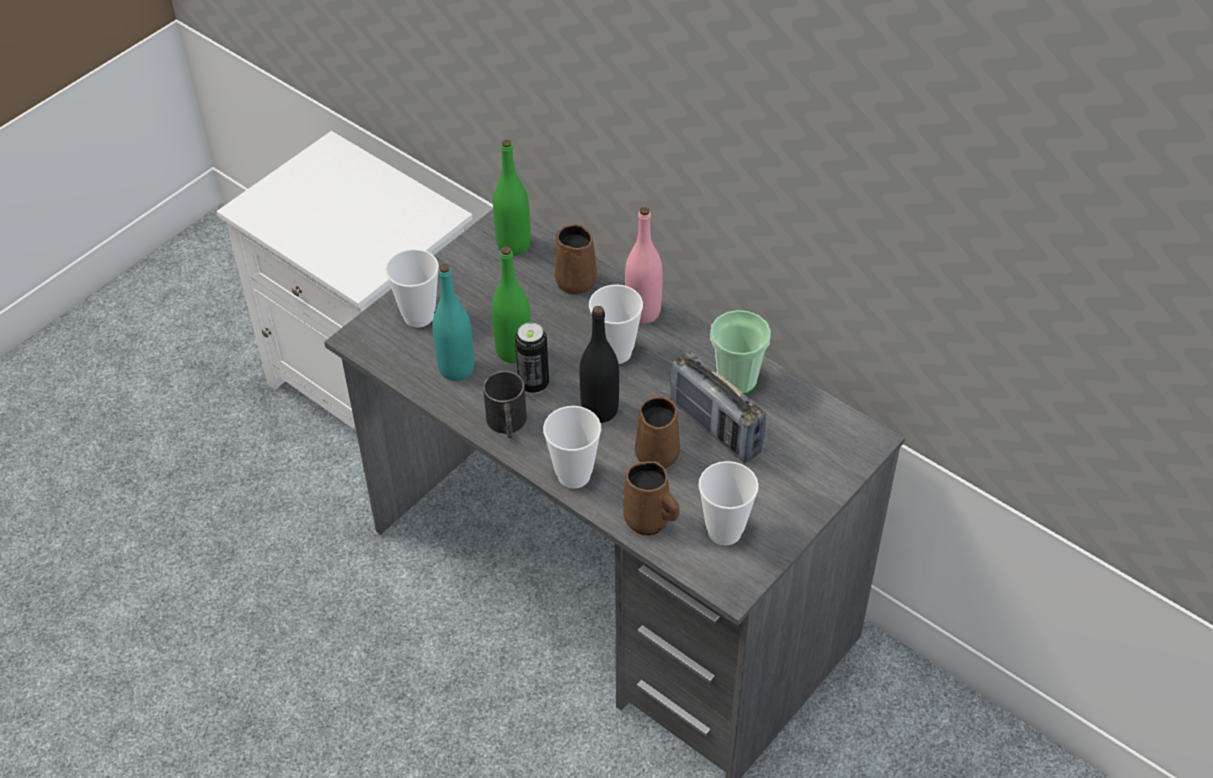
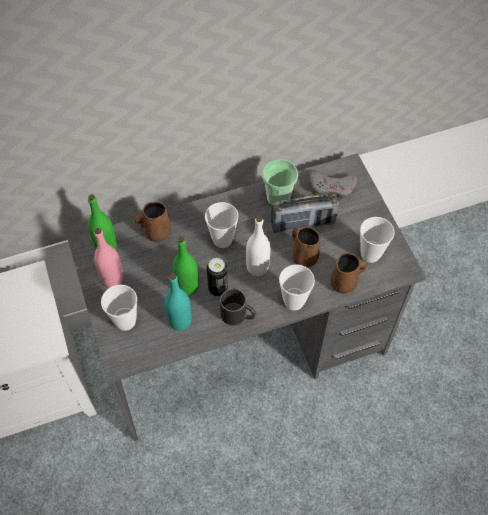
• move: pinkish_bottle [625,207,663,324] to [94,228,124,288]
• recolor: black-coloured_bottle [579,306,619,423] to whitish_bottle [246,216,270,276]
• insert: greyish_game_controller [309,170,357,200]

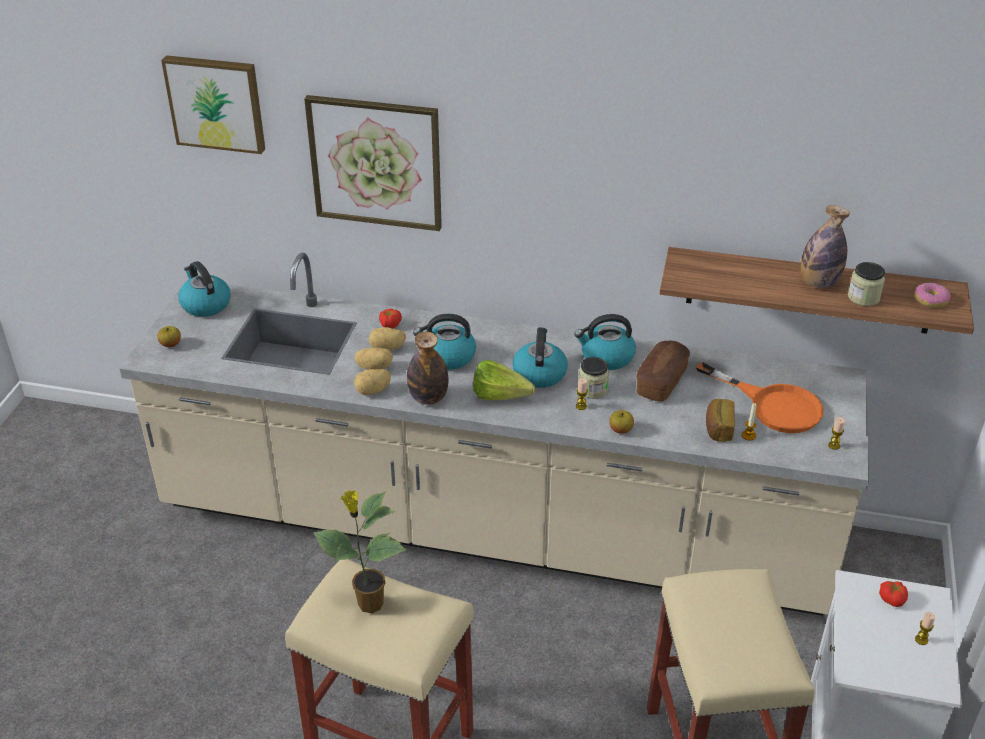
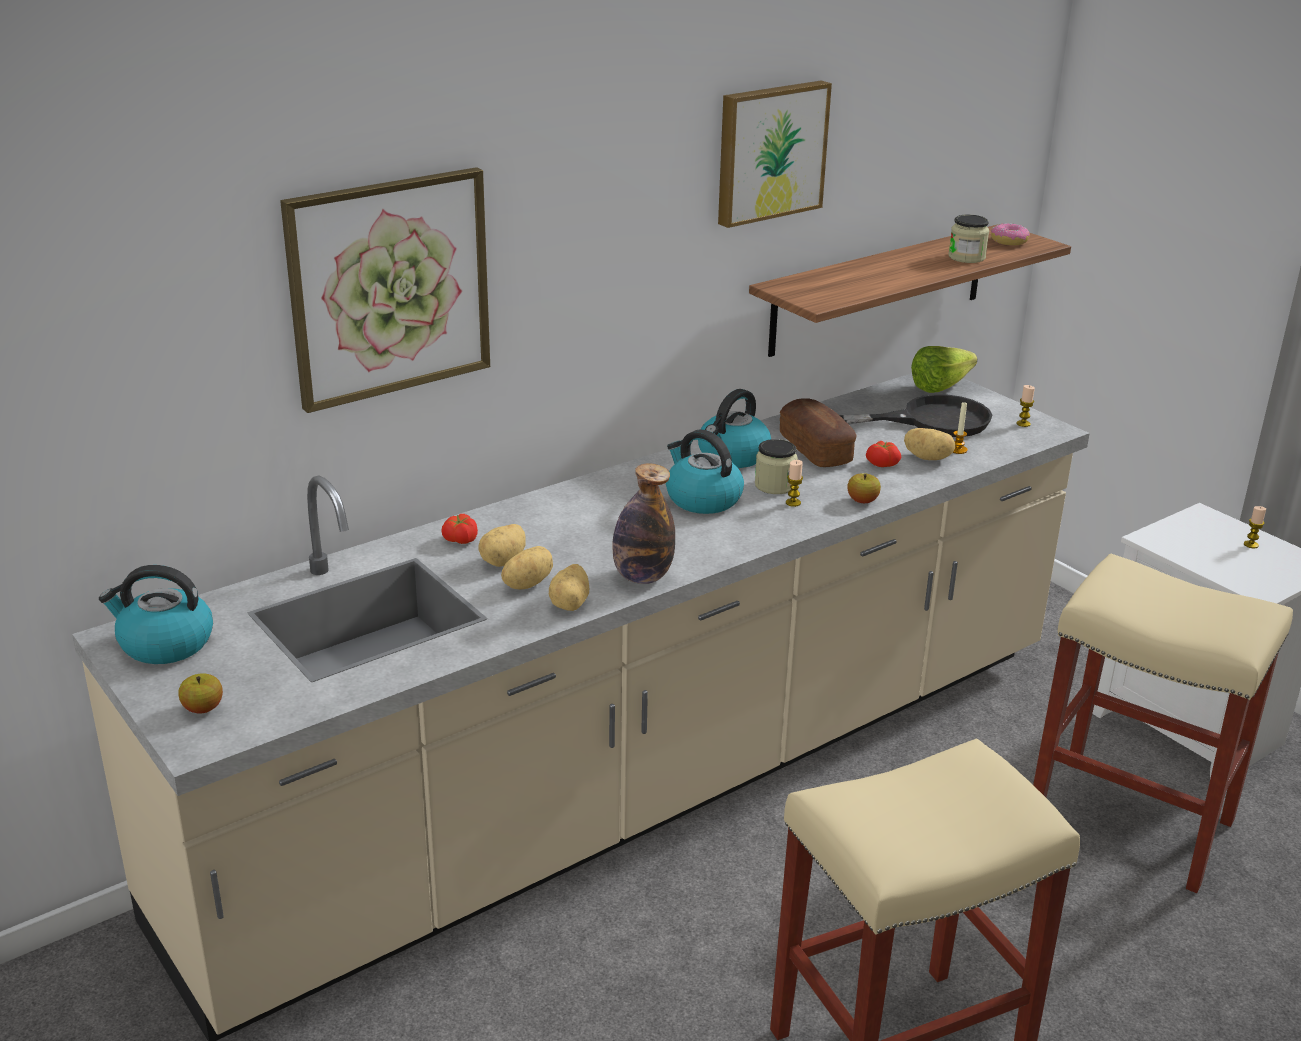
• move: wall_art [161,55,265,154] to [718,81,832,228]
• delete: bottle [800,205,850,288]
• delete: water_kettle [413,314,476,370]
• move: lettuce_head [473,360,535,400] to [911,346,977,393]
• recolor: orangey_pan [696,362,824,433] to black-coloured_pan [840,394,992,437]
• replace: bakery_bread [706,399,735,442] to whole_potato [904,428,955,460]
• delete: houseplant [313,491,407,613]
• move: tomato [879,581,908,607] to [866,441,901,467]

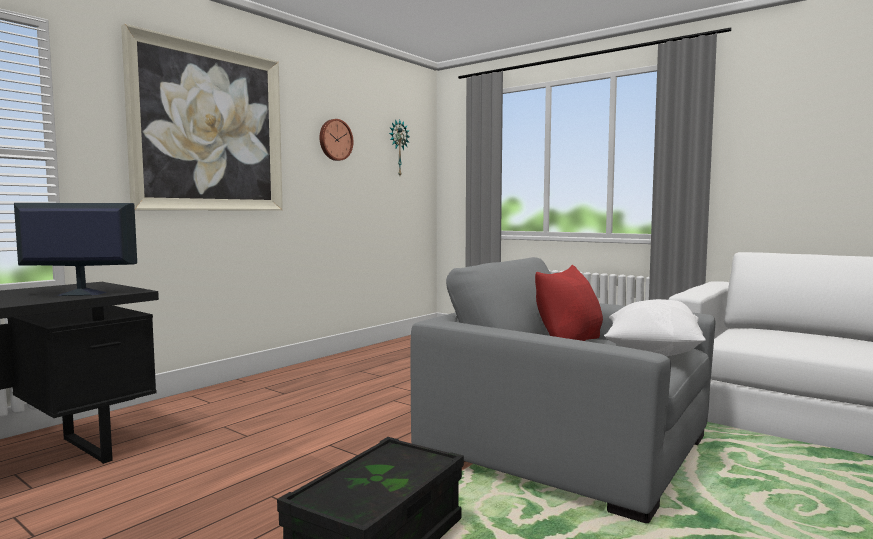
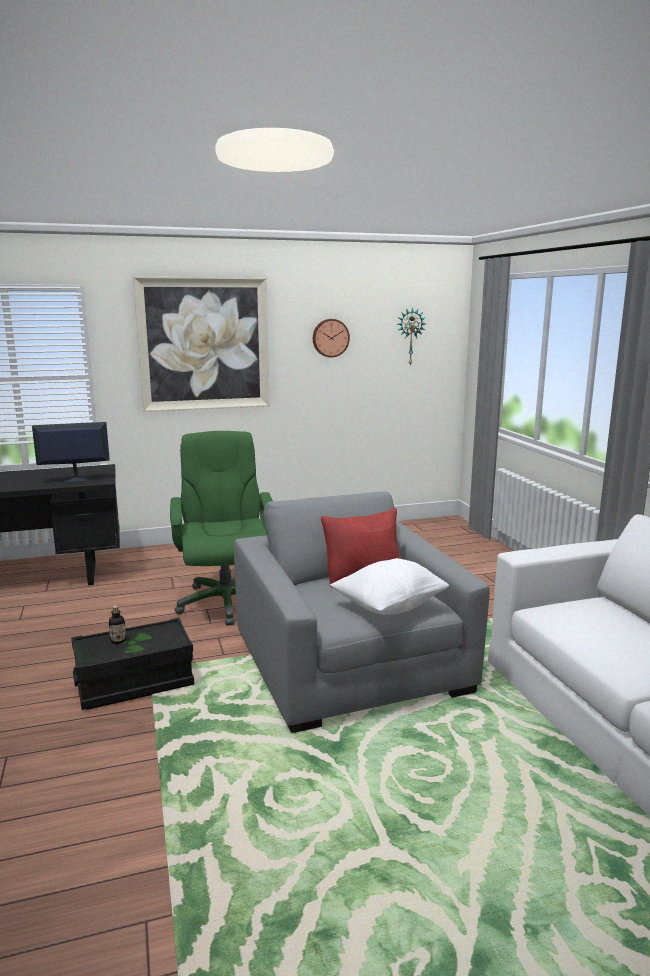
• rotate: computer_screen [14,203,137,296] = [32,422,110,483] 45 degrees counterclockwise
• insert: green-coloured_office_chair [170,431,273,626]
• insert: bottle [109,605,126,644]

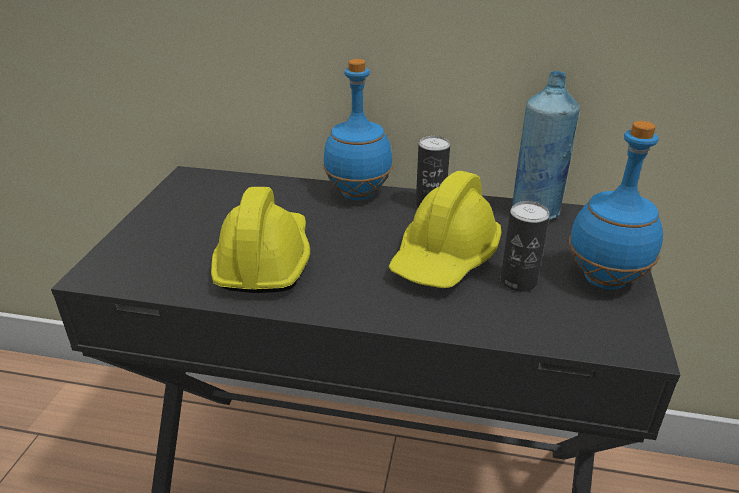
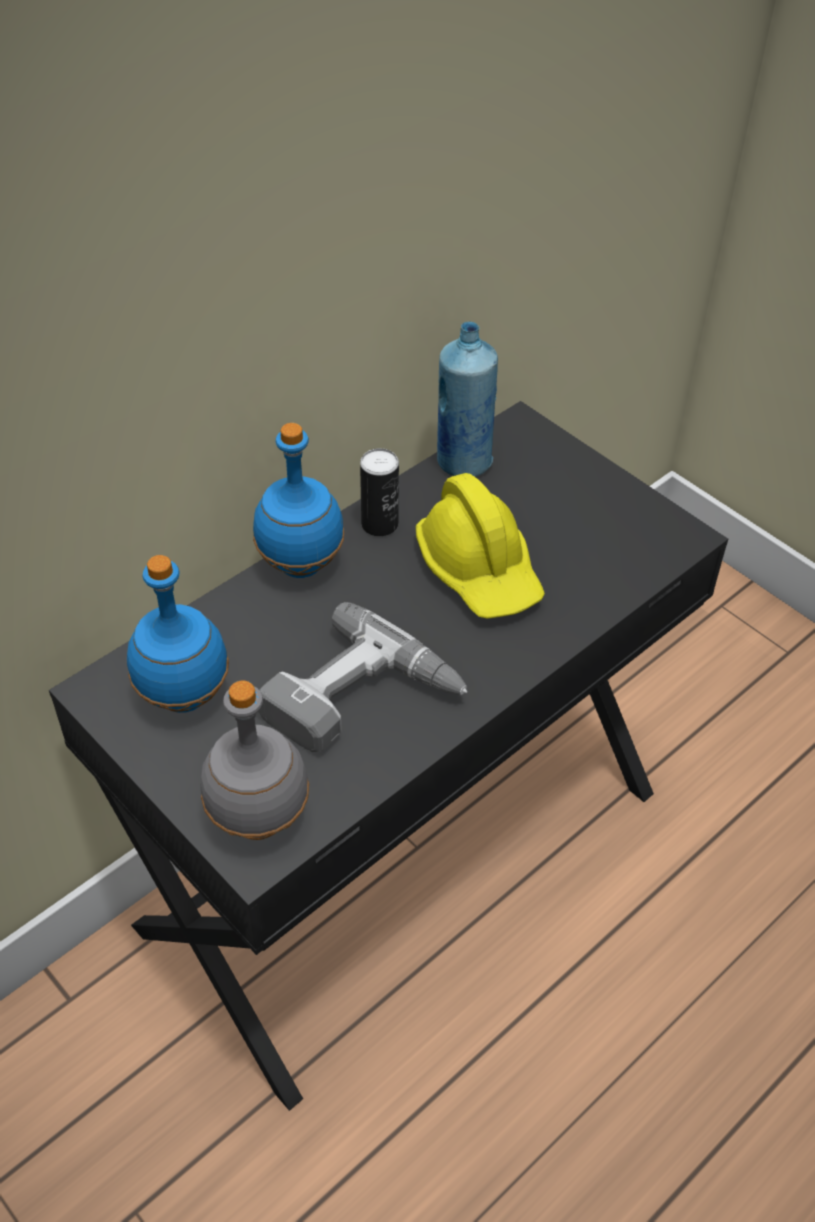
• move: blue_bottle [569,121,663,290] to [127,555,229,713]
• replace: yellowish_hard_hat [211,187,310,293] to power_drill [258,602,468,752]
• delete: can [501,201,550,292]
• insert: greyish_bottle [200,681,309,840]

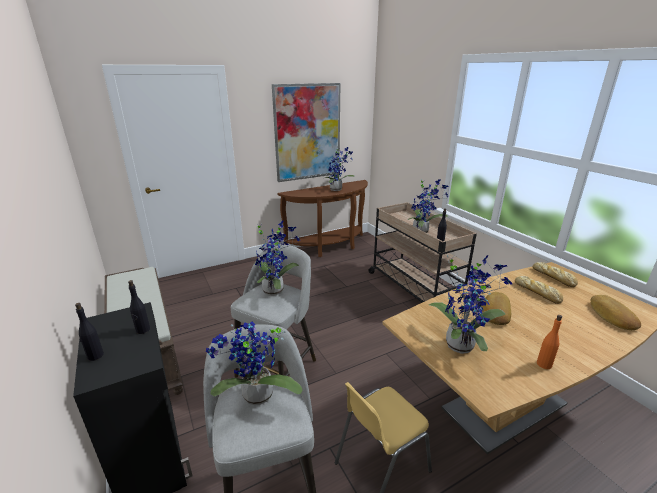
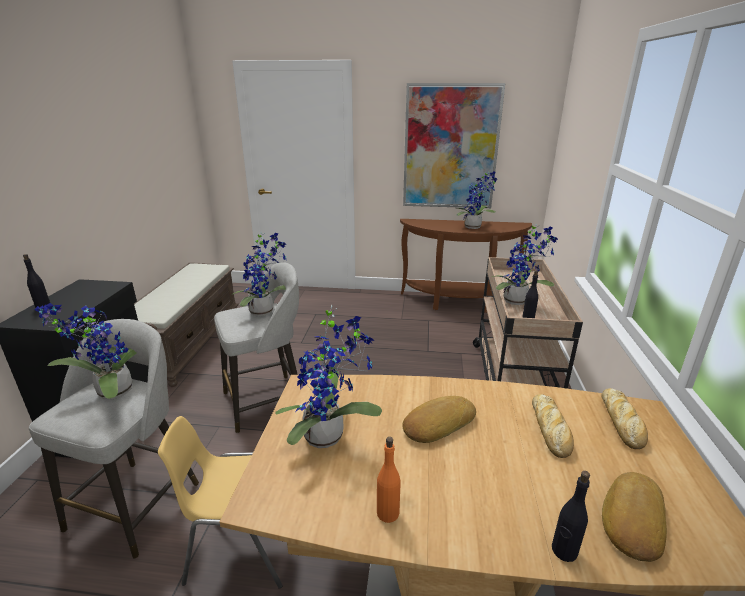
• move: black-coloured_bottle [128,280,150,334] to [552,471,590,562]

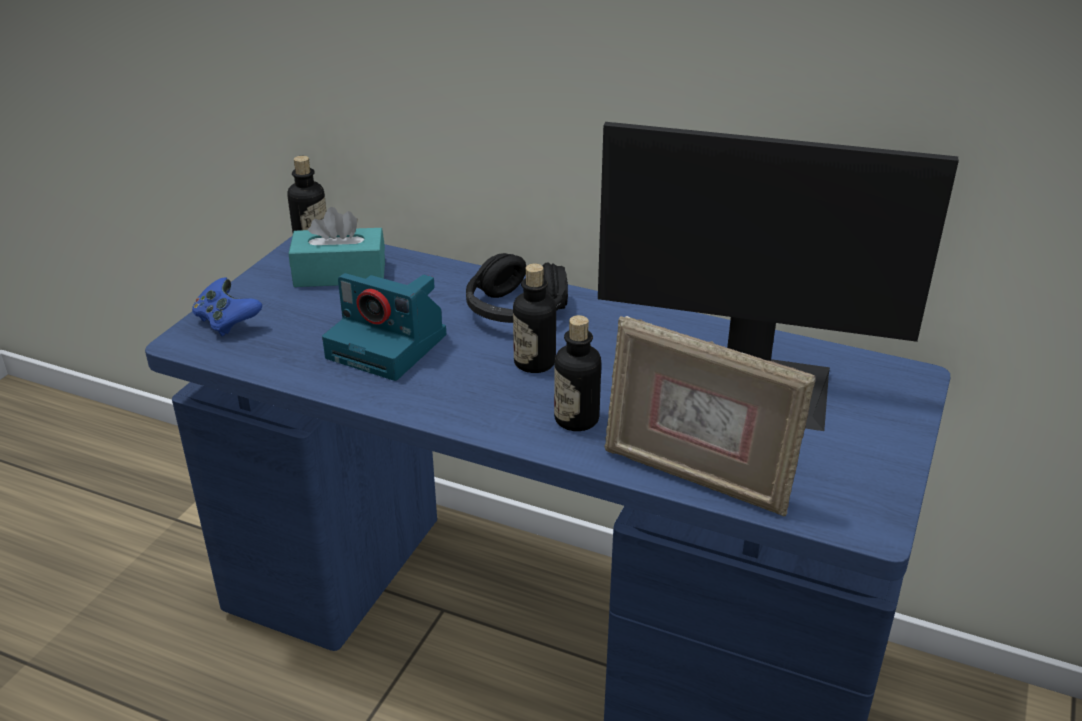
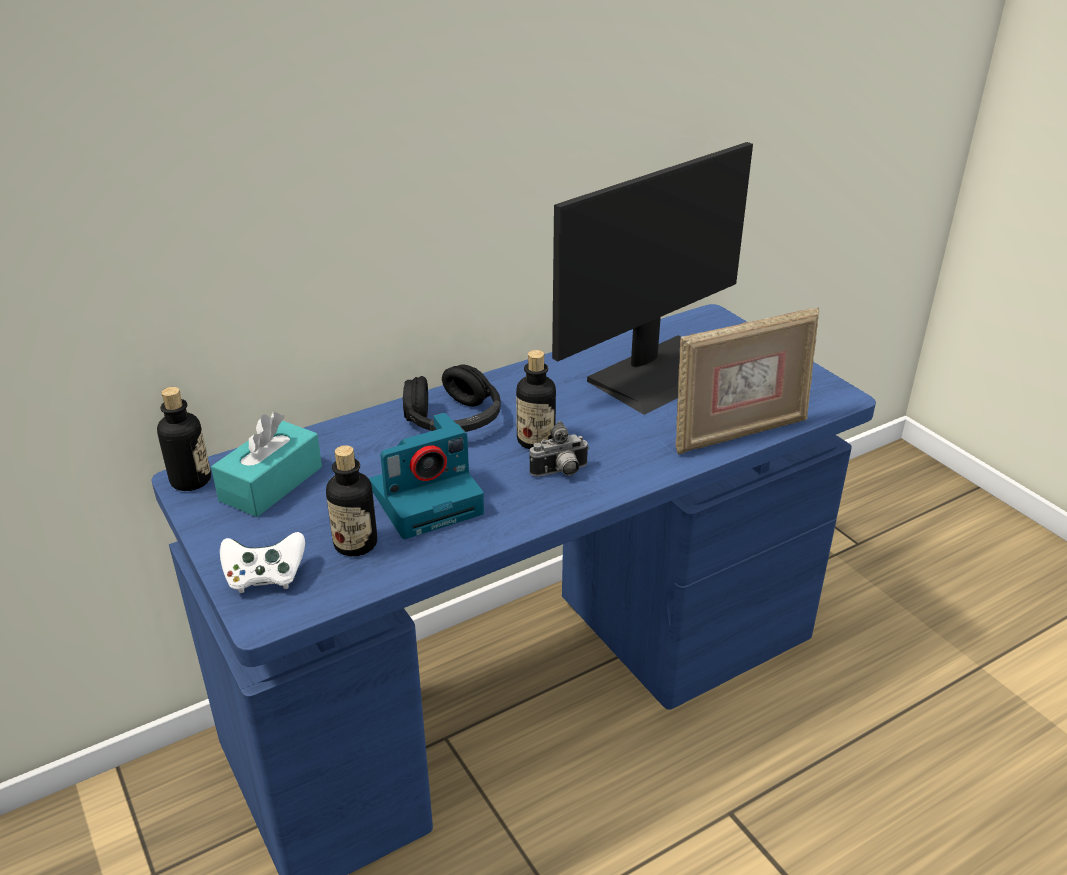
• recolor: blue_game_controller [192,278,262,336] to whitish_game_controller [220,532,305,593]
• move: bottle [554,315,601,431] to [326,445,377,556]
• insert: still_camera [529,421,589,477]

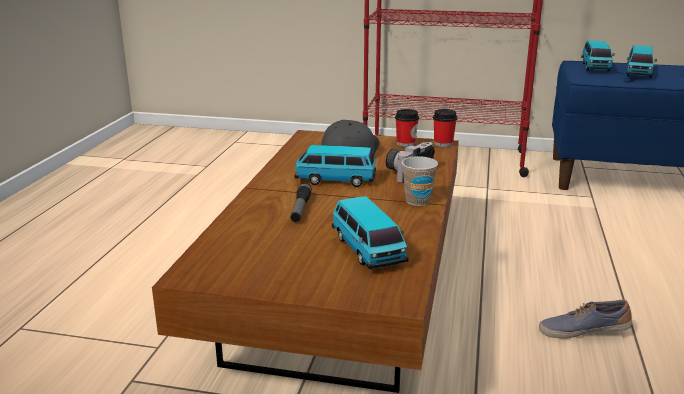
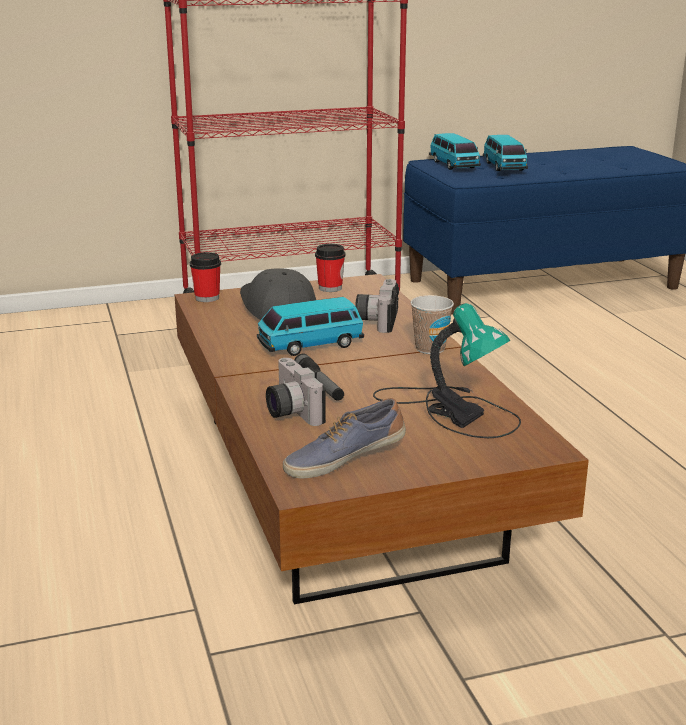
• move: small_cup [433,109,457,147] to [190,252,221,302]
• replace: miniature_car [332,196,409,269] to table_lamp [373,303,521,438]
• move: low_shoe [539,300,632,339] to [283,398,406,479]
• insert: still_camera [266,358,326,426]

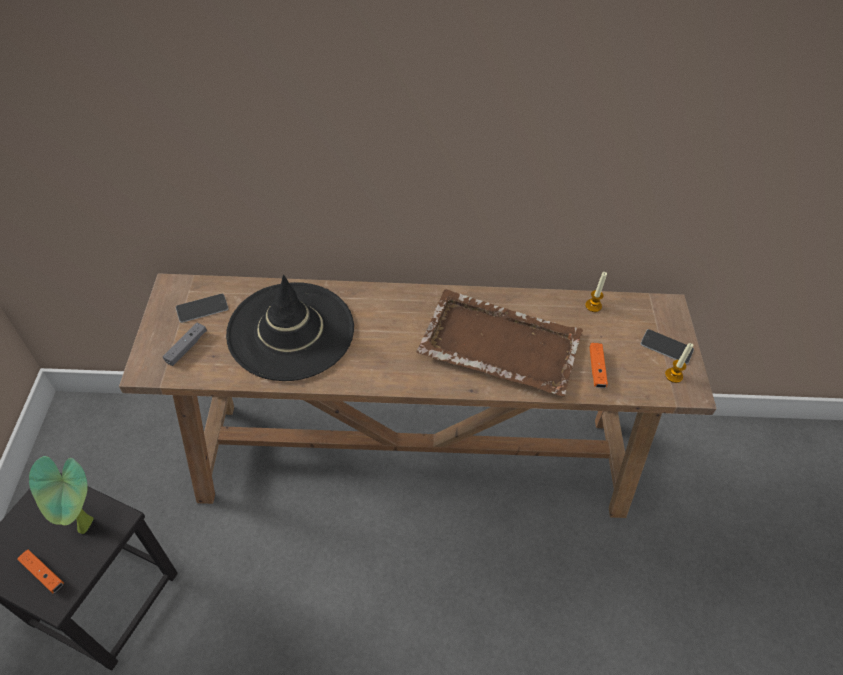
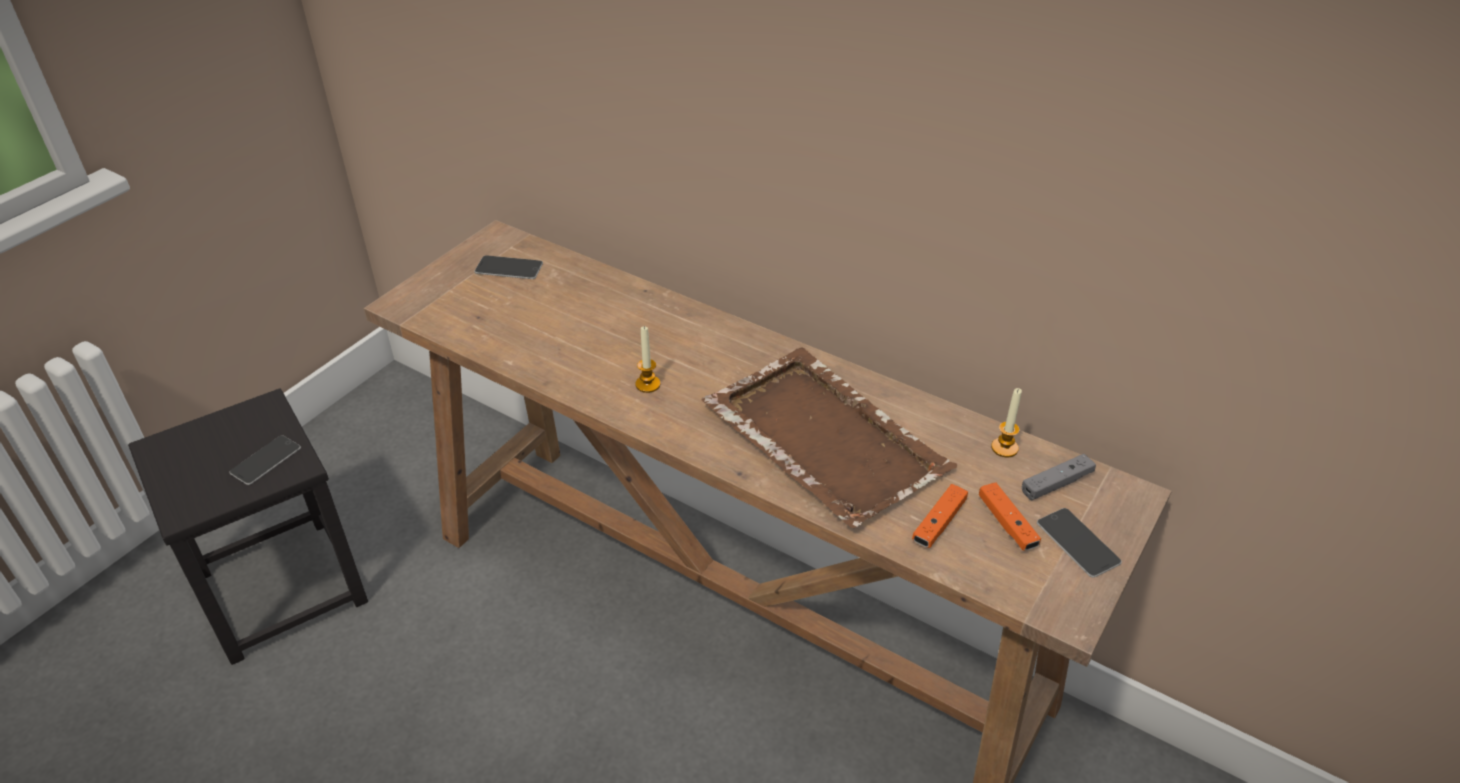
• delete: black-coloured_hat [226,275,354,381]
• move: greyish_game_controller [163,322,207,366] to [1022,454,1096,500]
• move: wax_candle [665,343,693,383] to [635,327,660,393]
• replace: houseplant [29,456,94,534] to telephone [229,435,301,485]
• move: orangey_game_controller [17,549,64,594] to [979,482,1041,551]

